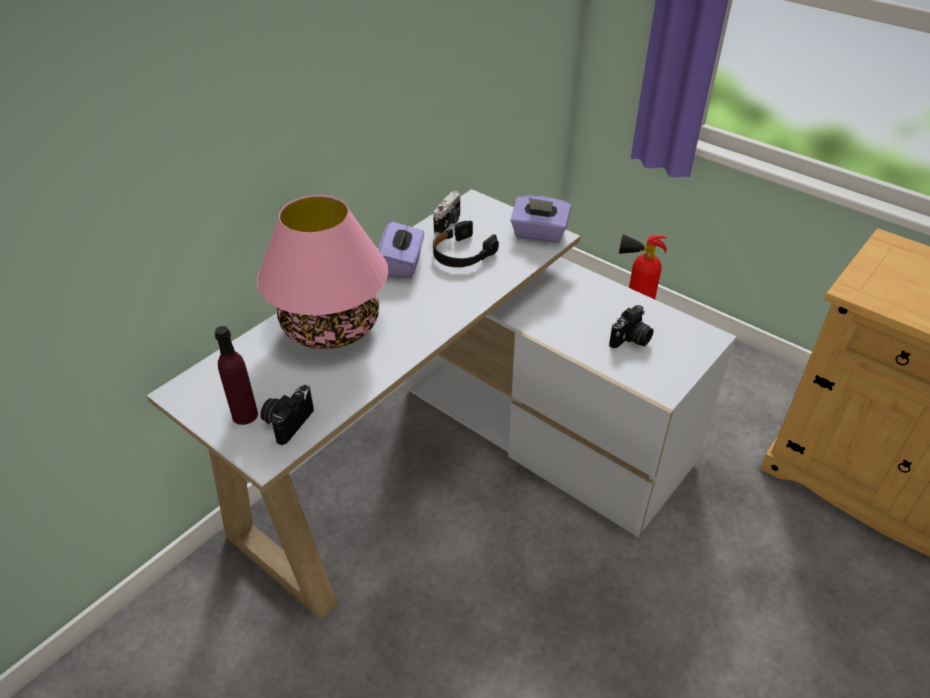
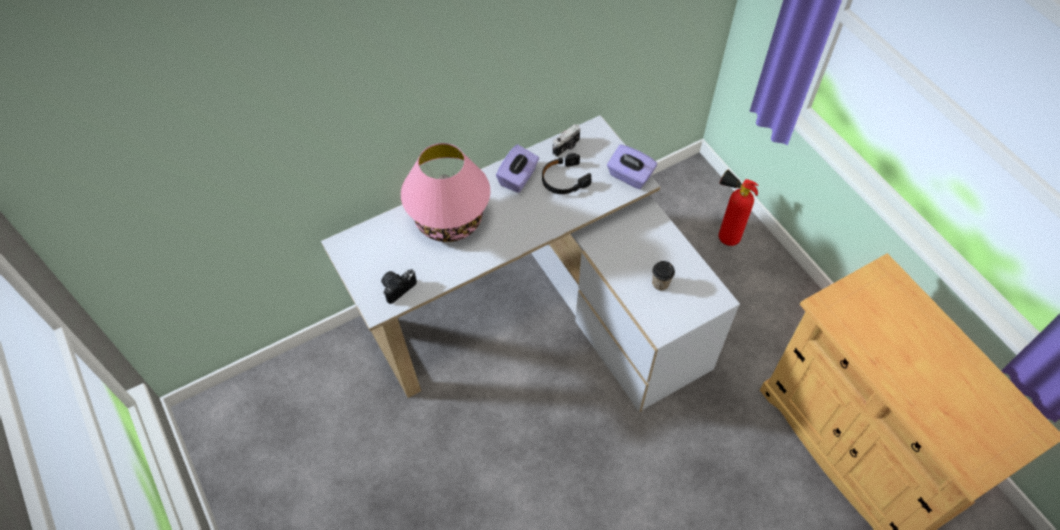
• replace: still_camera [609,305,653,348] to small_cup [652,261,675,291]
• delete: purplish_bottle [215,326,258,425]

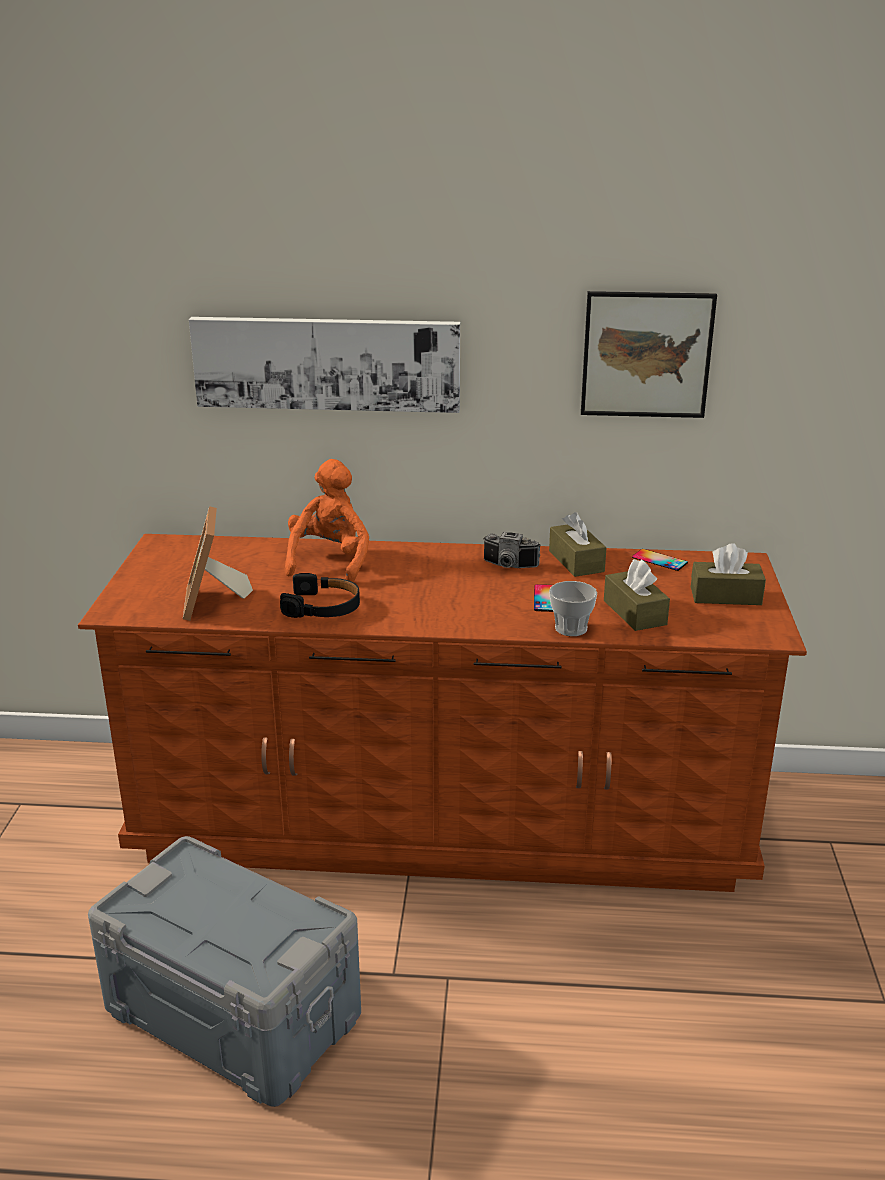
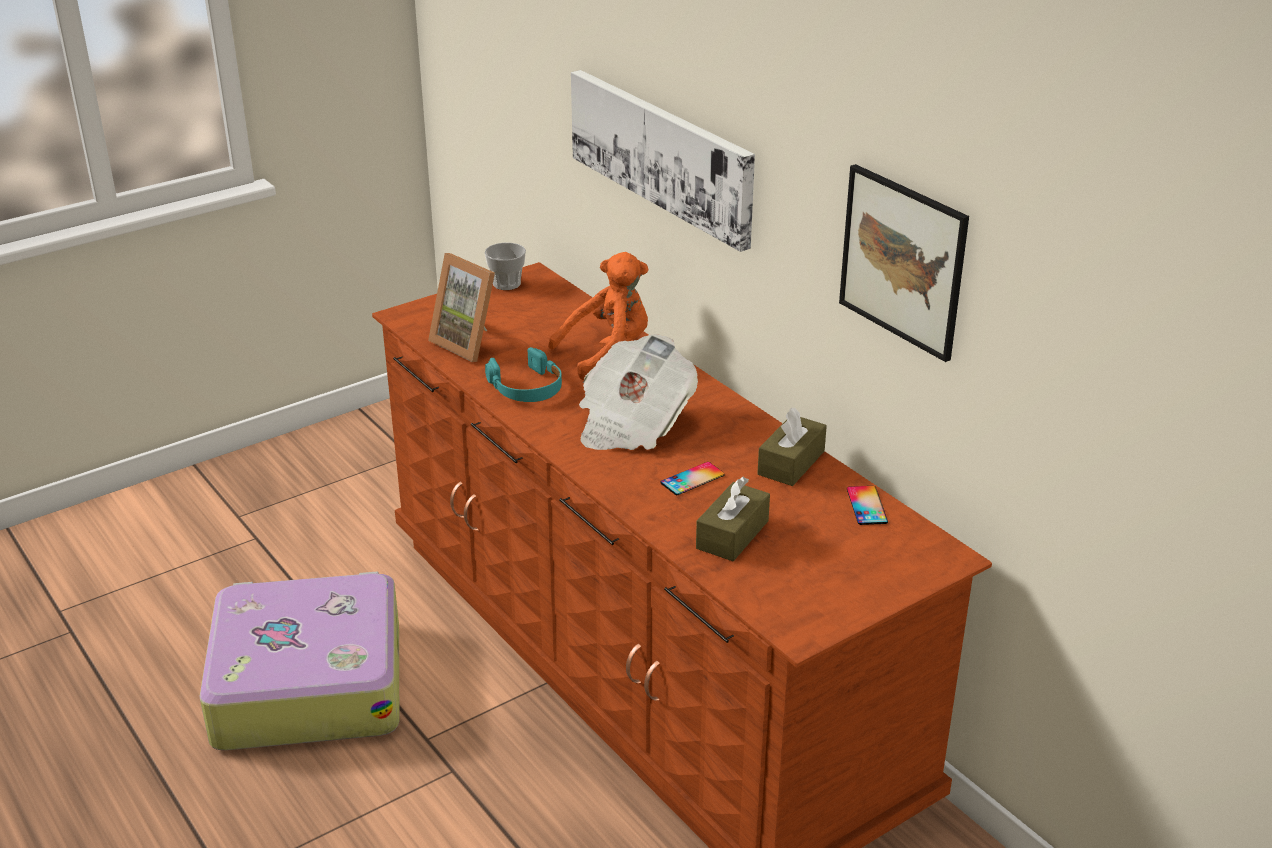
• rotate: photo_frame [183,506,253,621] = [428,253,495,362] 90 degrees counterclockwise
• delete: still_camera [483,532,541,568]
• delete: brownish_tissue_box [691,543,766,605]
• recolor: black-coloured_headset [280,573,360,618] to turquoise_headset [485,347,562,402]
• move: small_cup [549,581,597,636] to [485,243,526,290]
• replace: greyish_storage_bin [88,836,361,1107] to piece_of_luggage [200,571,399,750]
• insert: daily_paper [579,334,698,450]

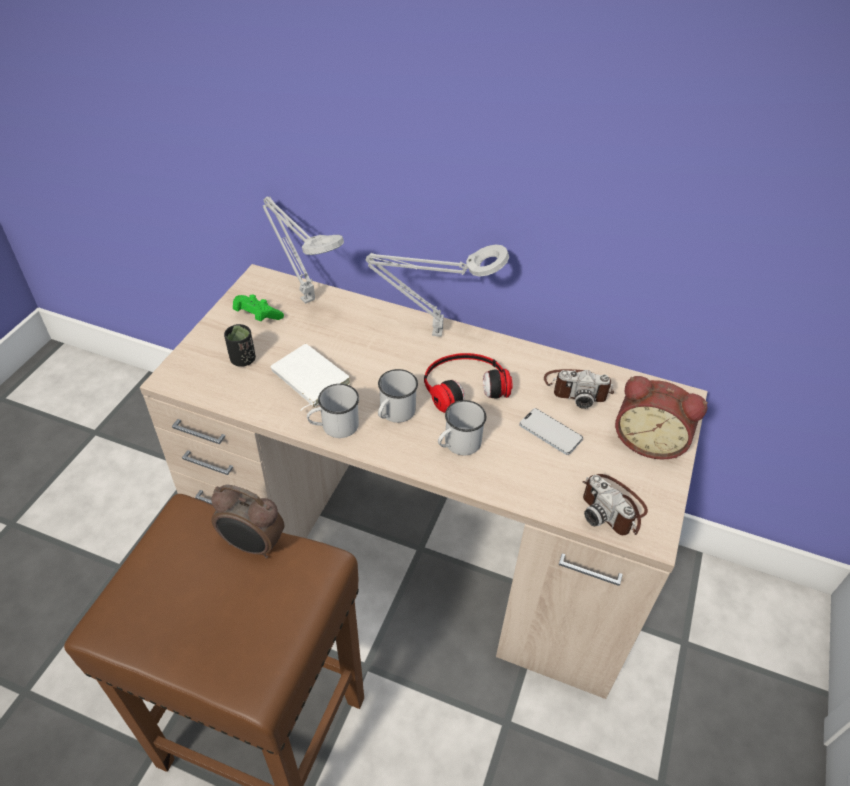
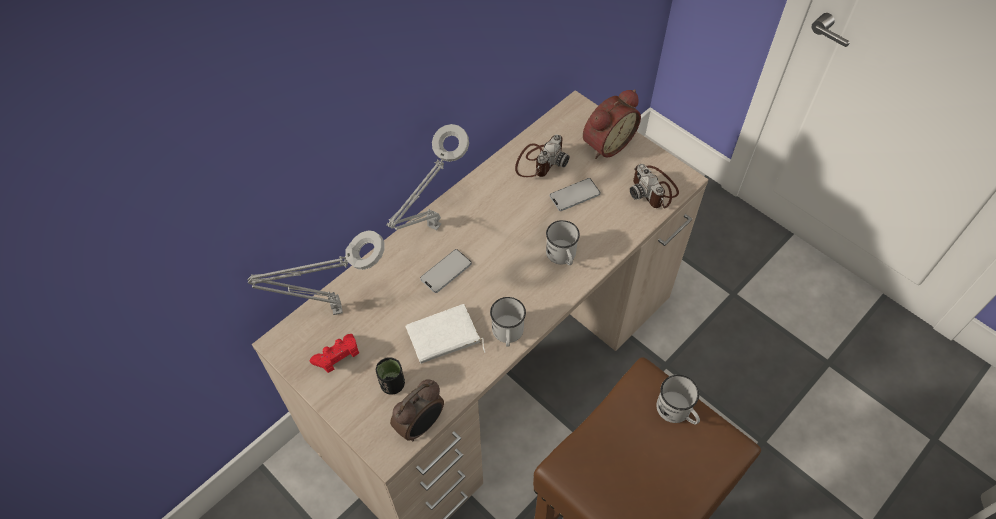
• recolor: green-coloured_game_controller [233,294,284,321] to red_game_controller [310,334,359,373]
• delete: headset [424,353,512,413]
• move: whitish_tea_mug [378,369,418,423] to [656,375,700,424]
• rotate: still_camera [583,474,648,535] = [630,164,679,209] 75 degrees clockwise
• move: alarm_clock [211,484,284,559] to [390,379,444,442]
• insert: telephone [420,249,472,293]

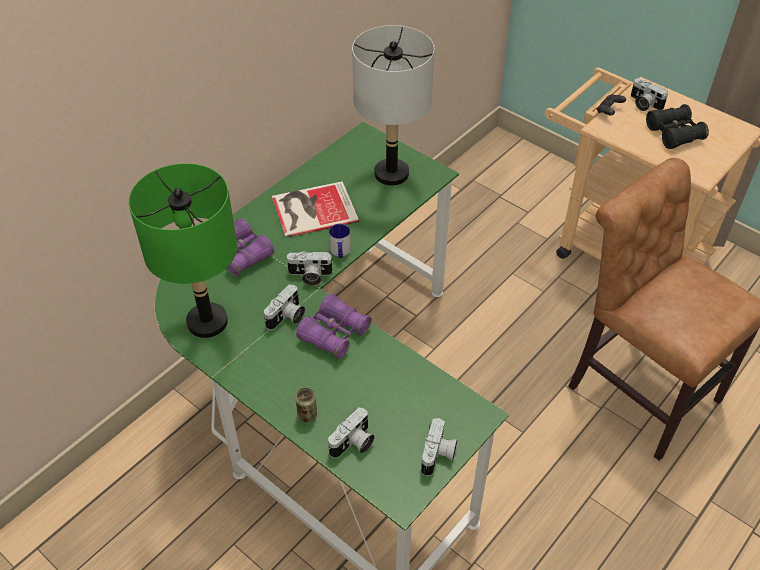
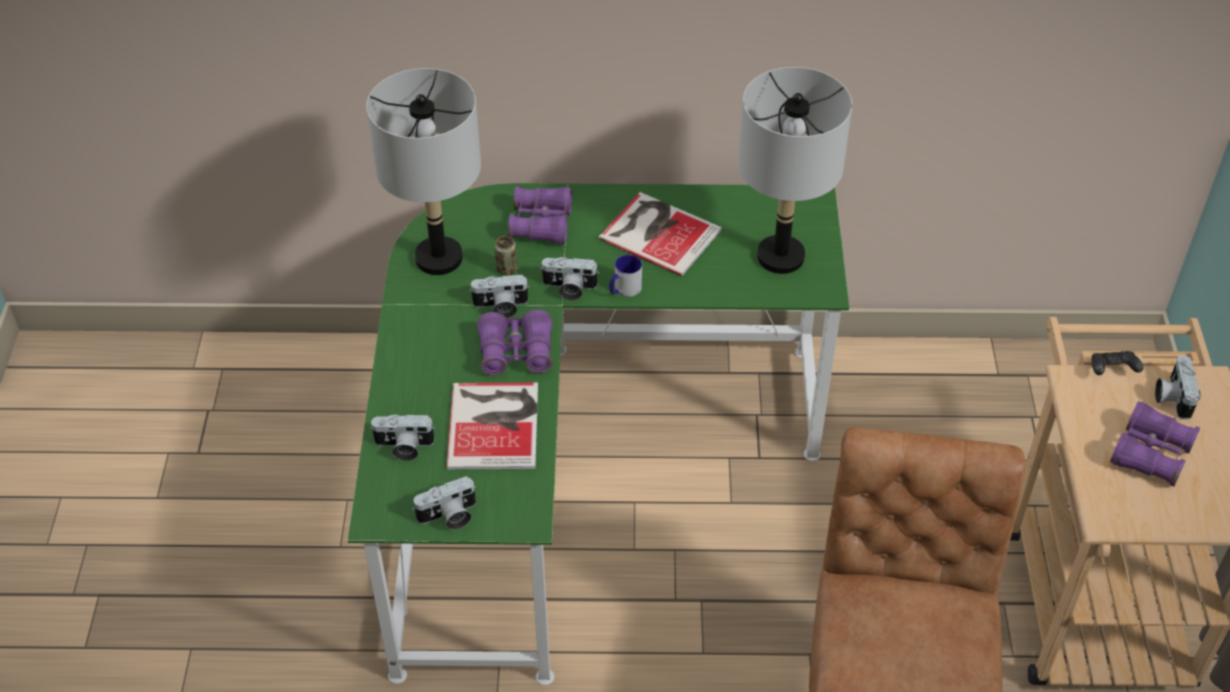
• recolor: black-coloured_binoculars [646,104,709,149] to purplish_binoculars [1110,401,1200,486]
• recolor: green-coloured_table_lamp [128,163,238,338] to greyish_table_lamp [366,68,481,275]
• rotate: still_camera [286,251,333,286] = [540,257,599,300] 45 degrees counterclockwise
• move: can [296,388,317,422] to [494,235,517,275]
• insert: volume [446,383,538,469]

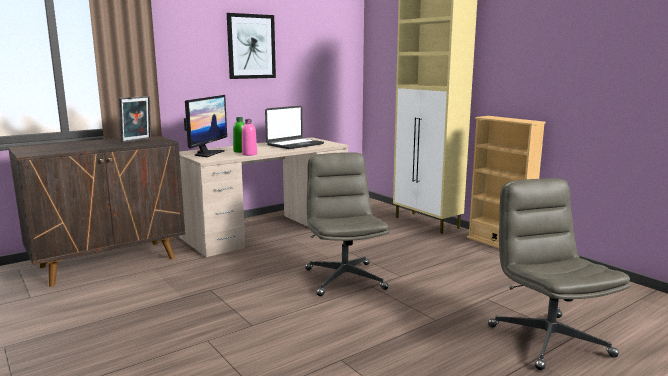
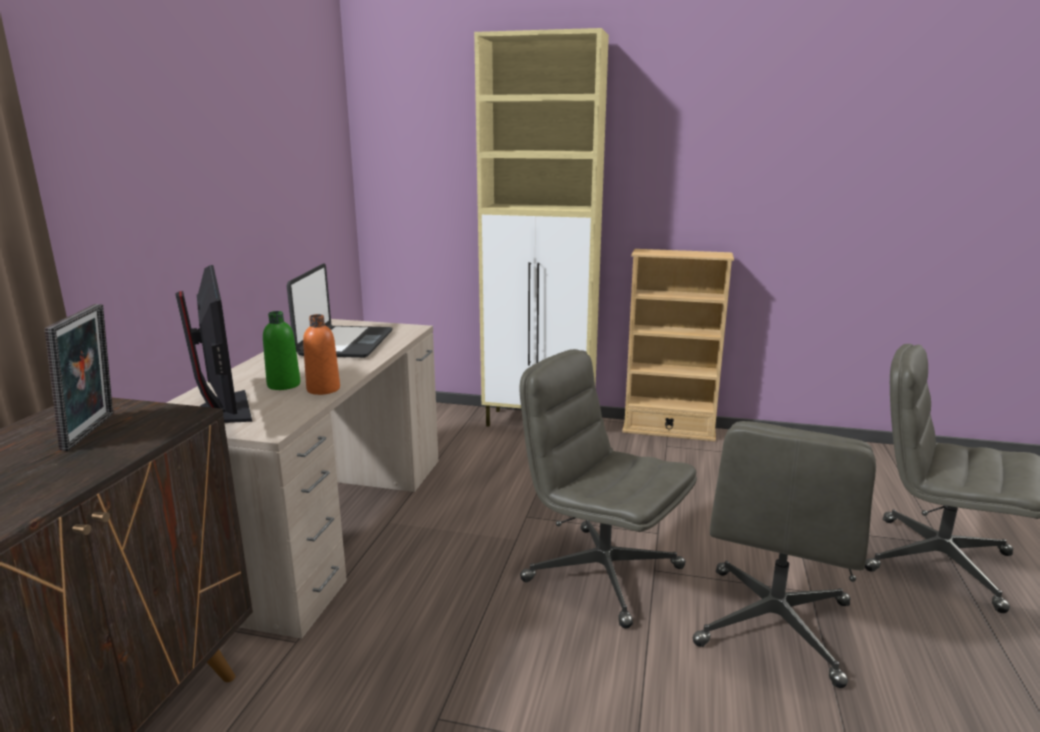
• delete: wall_art [227,13,276,79]
• recolor: pinkish_bottle [242,119,257,156] to orangey_bottle [303,314,340,395]
• insert: greyish_office_chair [693,421,876,688]

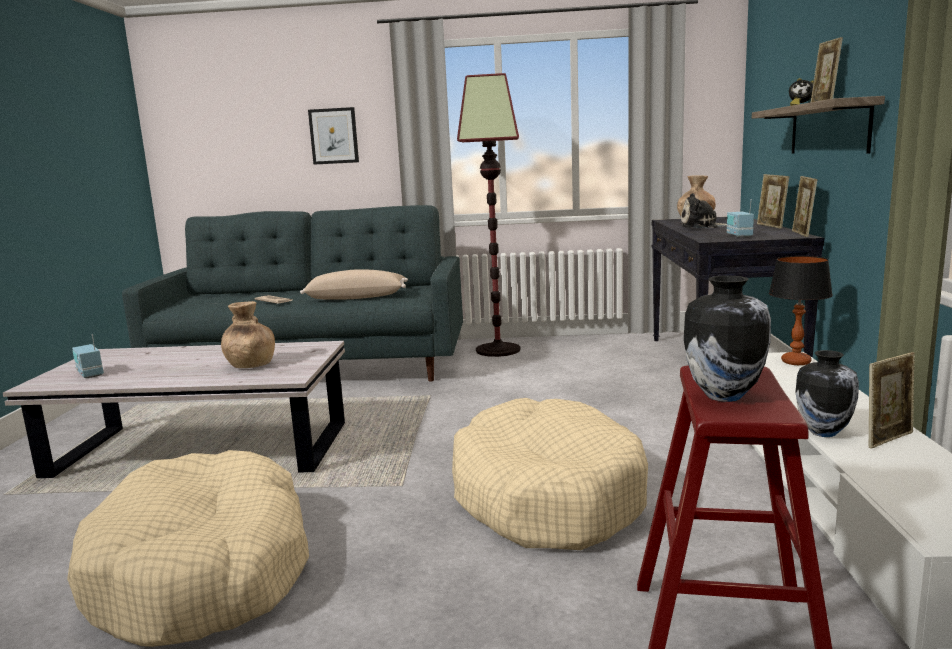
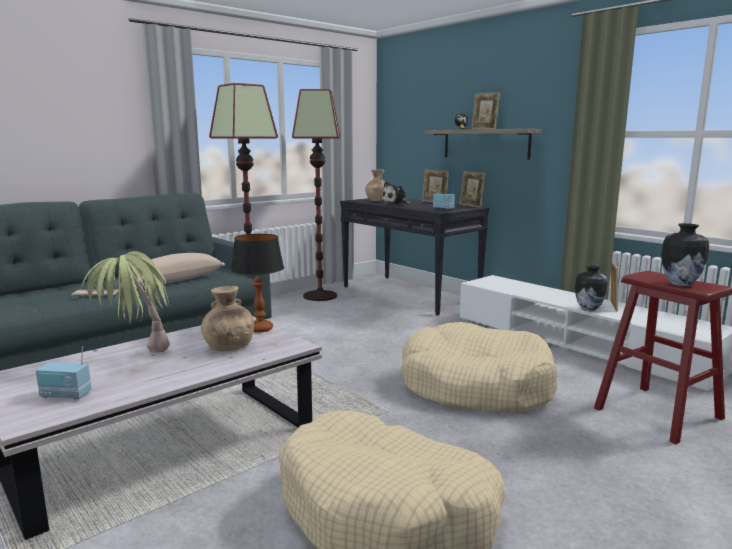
• delete: wall_art [308,107,359,165]
• move: table_lamp [769,256,833,365] to [231,234,284,333]
• insert: standing_lamp [292,89,340,301]
• insert: houseplant [82,251,170,353]

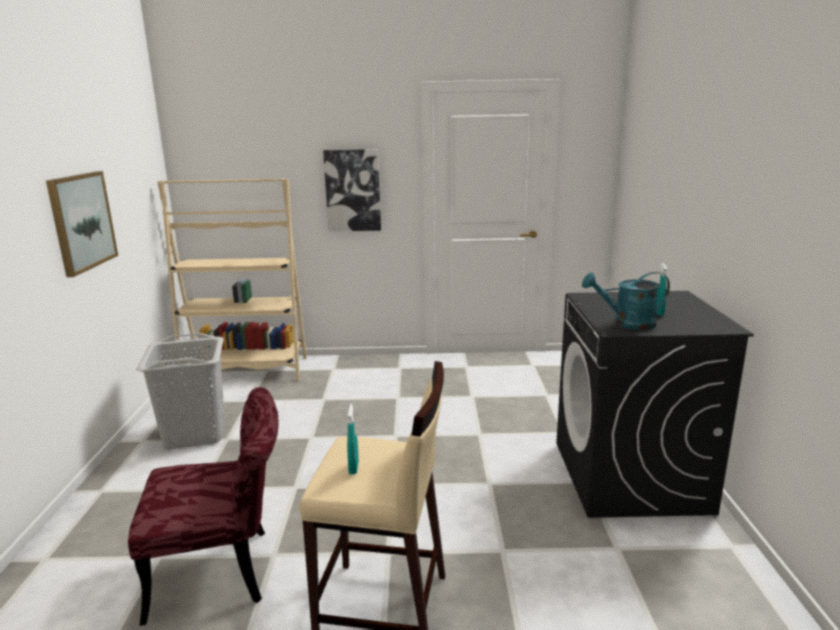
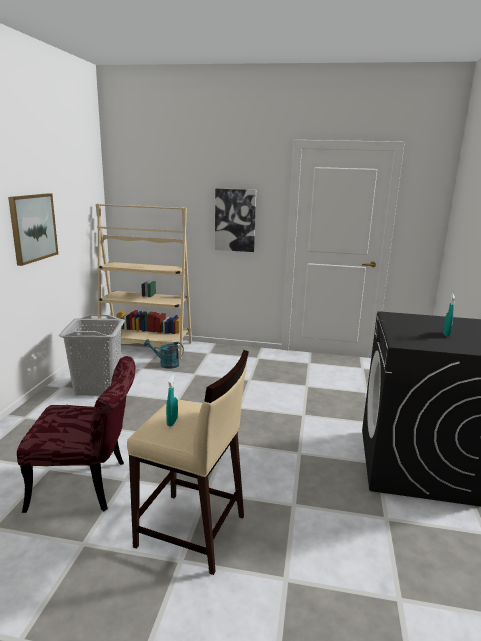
• move: turquoise_watering_can [582,272,670,330] to [144,339,184,369]

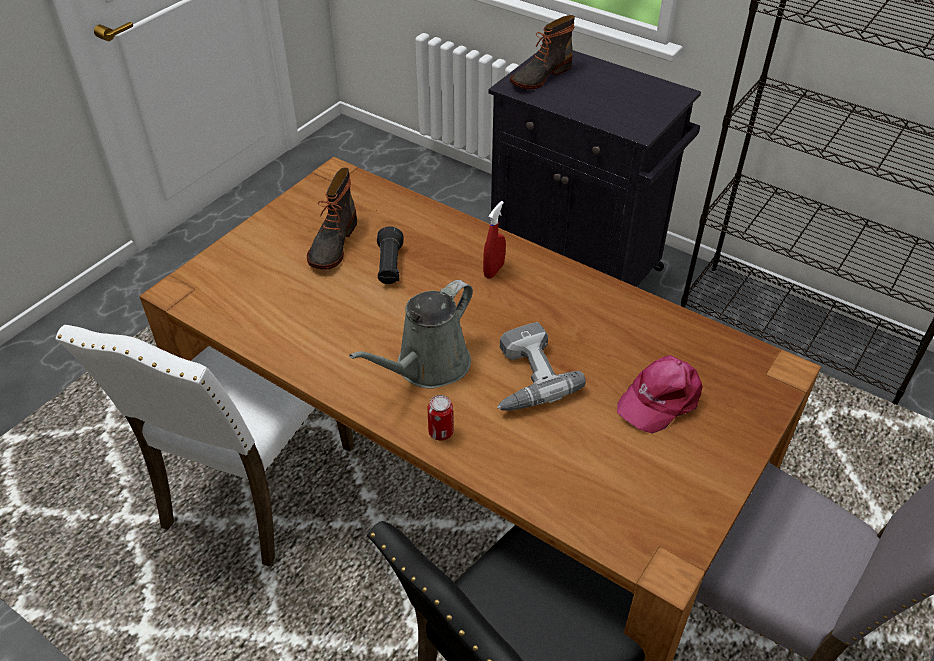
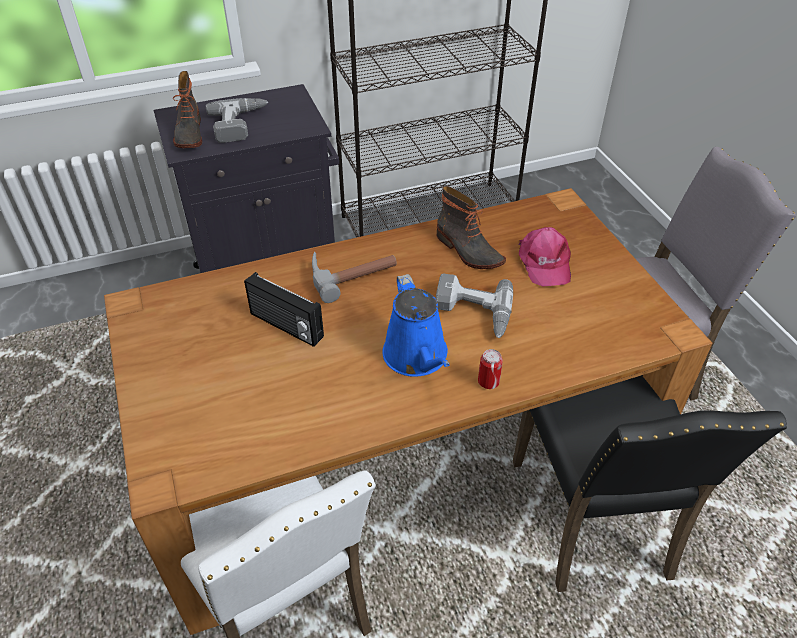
• move: tall_boot [307,168,357,270] to [437,186,506,269]
• replace: red_sprayer [483,201,506,279] to tool_hammer [312,252,397,303]
• replace: black-coloured_flashlight [377,226,404,284] to radio_receiver [244,272,324,347]
• recolor: greyish_watering_can [349,280,473,389] to blue_watering_can [382,274,449,377]
• insert: power_drill [206,98,268,143]

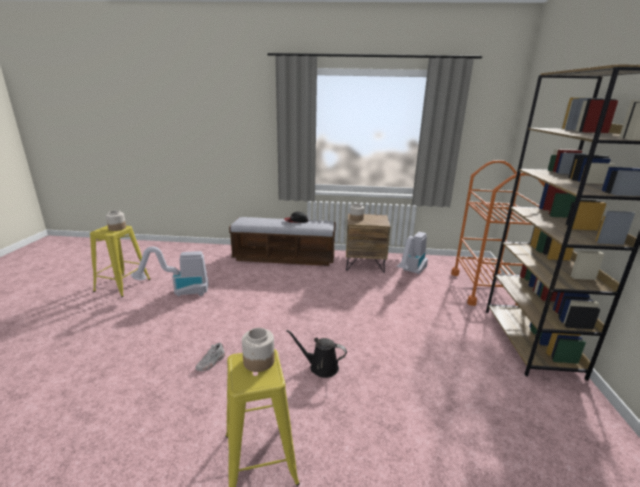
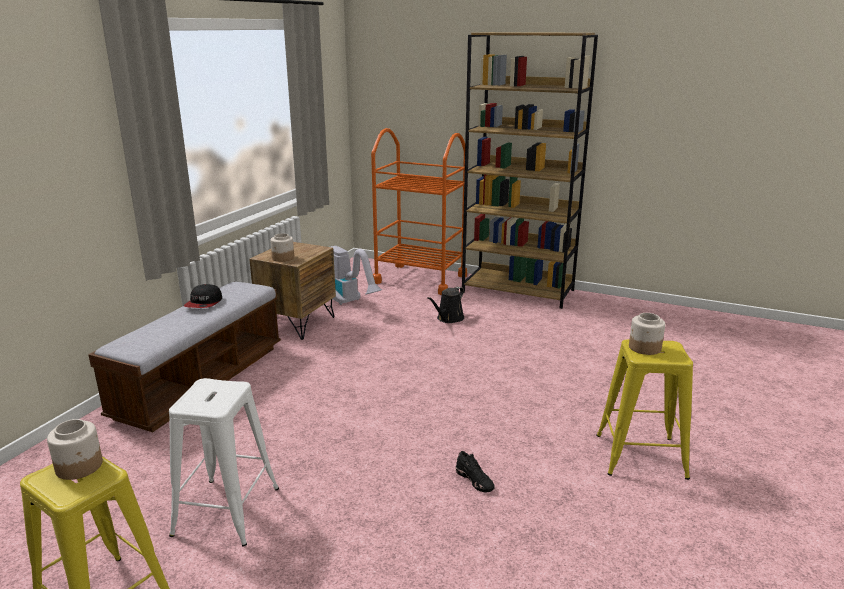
• replace: vacuum_cleaner [131,246,209,297] to whitish_stool [169,378,279,547]
• move: black-coloured_watering_can [286,330,347,378] to [427,287,464,323]
• recolor: whitish_low_shoe [195,342,225,371] to black-coloured_low_shoe [456,451,495,492]

